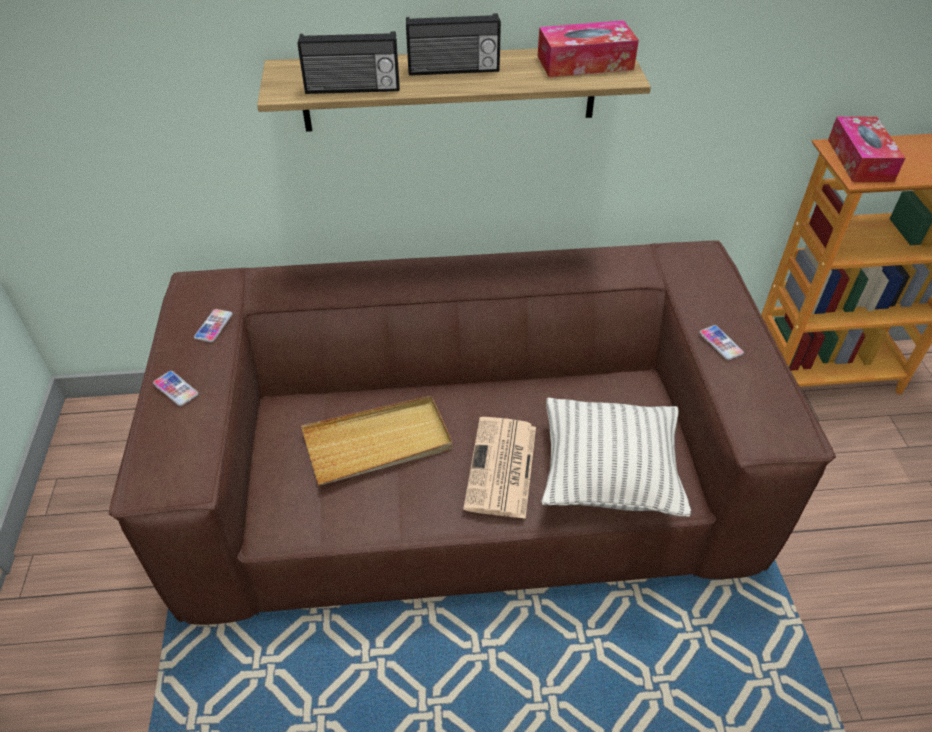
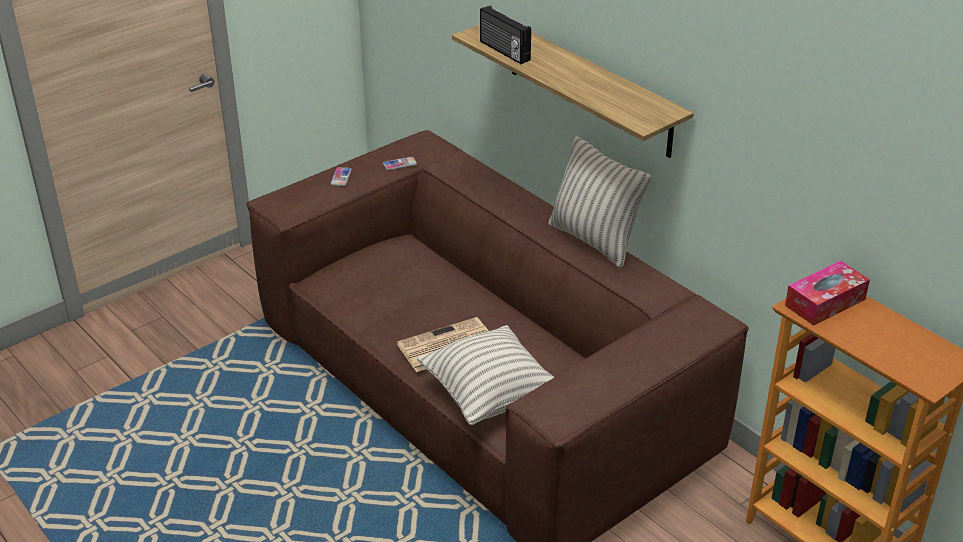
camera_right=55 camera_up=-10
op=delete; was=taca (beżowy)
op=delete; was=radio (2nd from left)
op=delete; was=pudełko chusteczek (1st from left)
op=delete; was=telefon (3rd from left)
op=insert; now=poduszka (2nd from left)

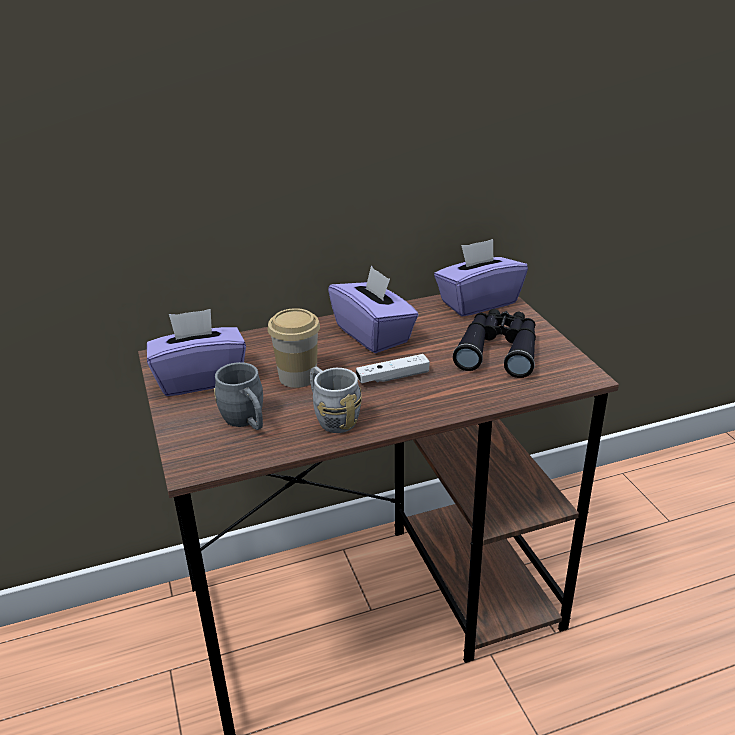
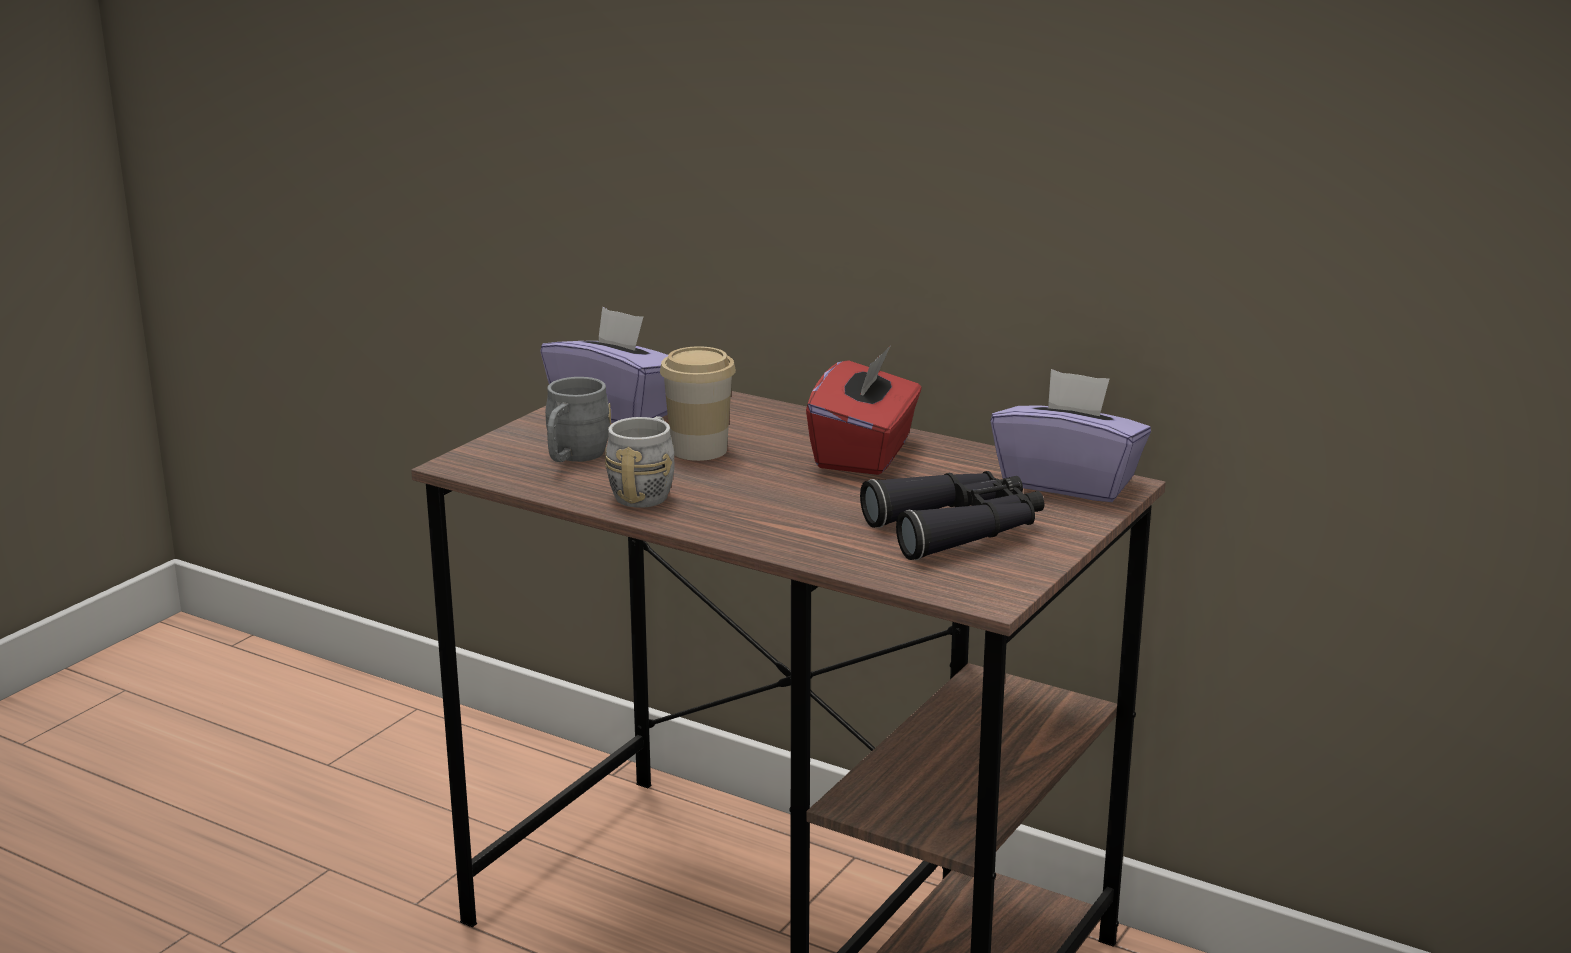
camera_right=50 camera_up=-10
op=recolor; was=pudełko chusteczek (fioletowy) (2nd from left); now=pudełko chusteczek (czerwony)
op=delete; was=pad do gier (biały)

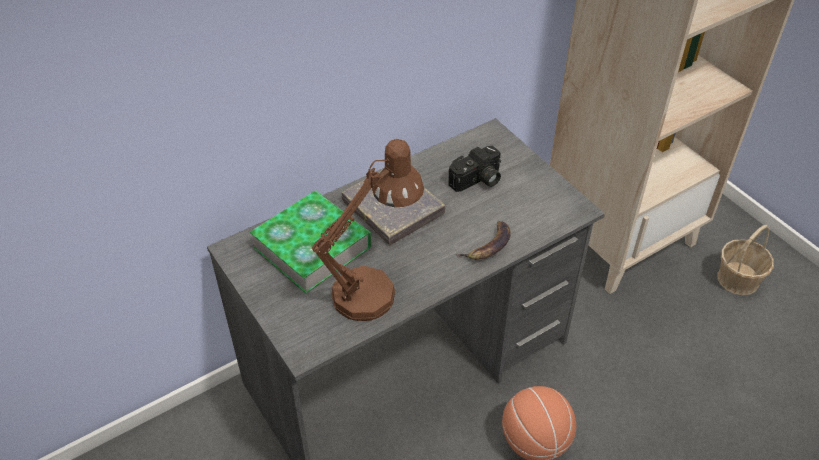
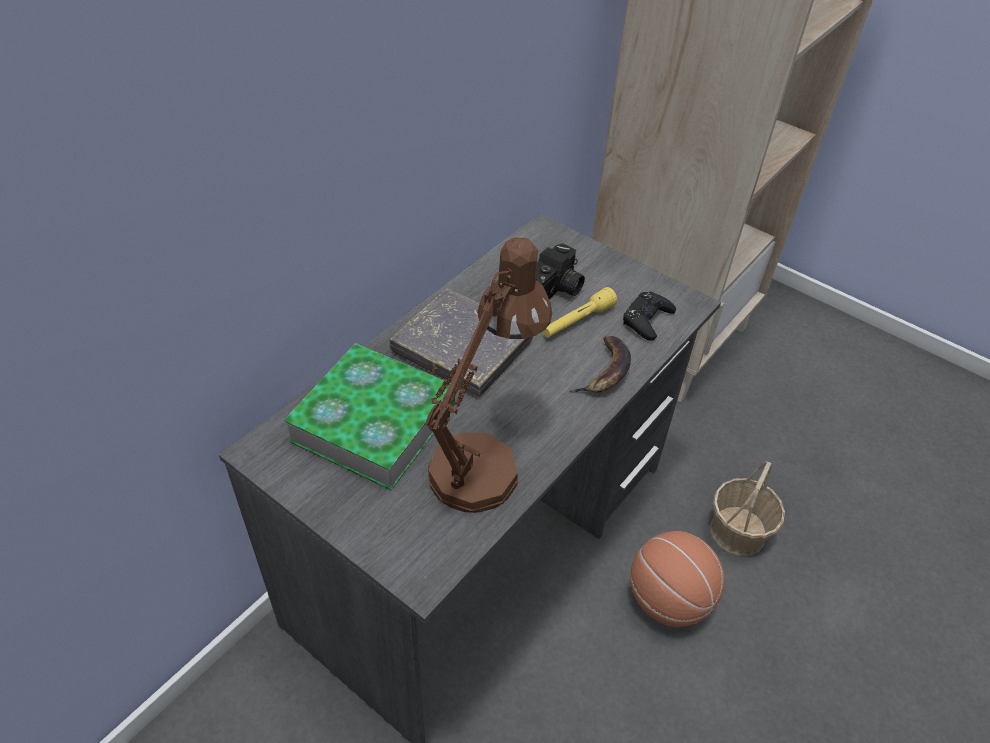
camera_right=-20 camera_up=0
op=move; was=koszyk
op=insert; now=latarka (żółty)
op=insert; now=pad do gier (czarny)

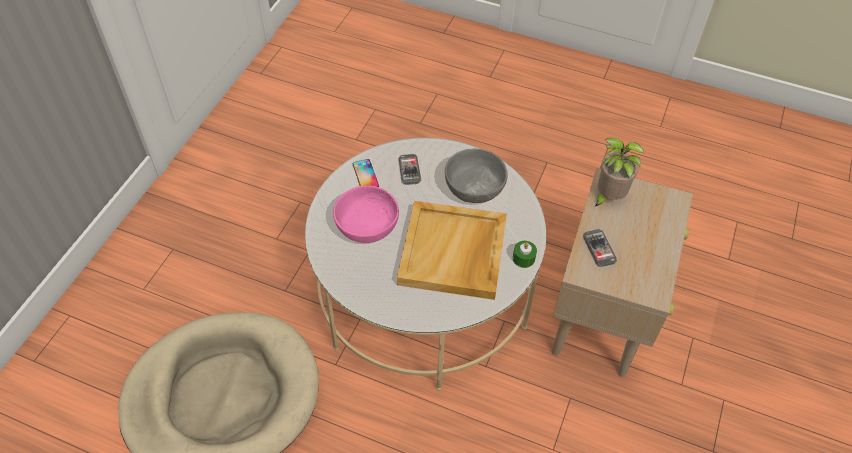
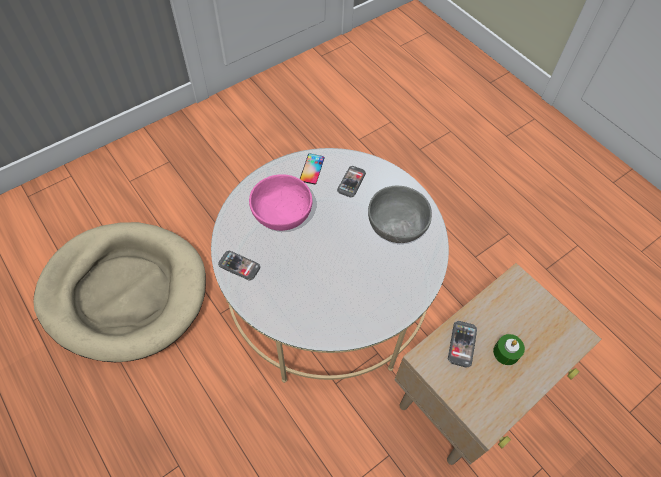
camera_right=30 camera_up=5
op=delete; was=taca (beżowy)
op=move; was=świeca (zielony)
op=delete; was=roślina doniczkowa
op=insert; now=telefon (1st from left)

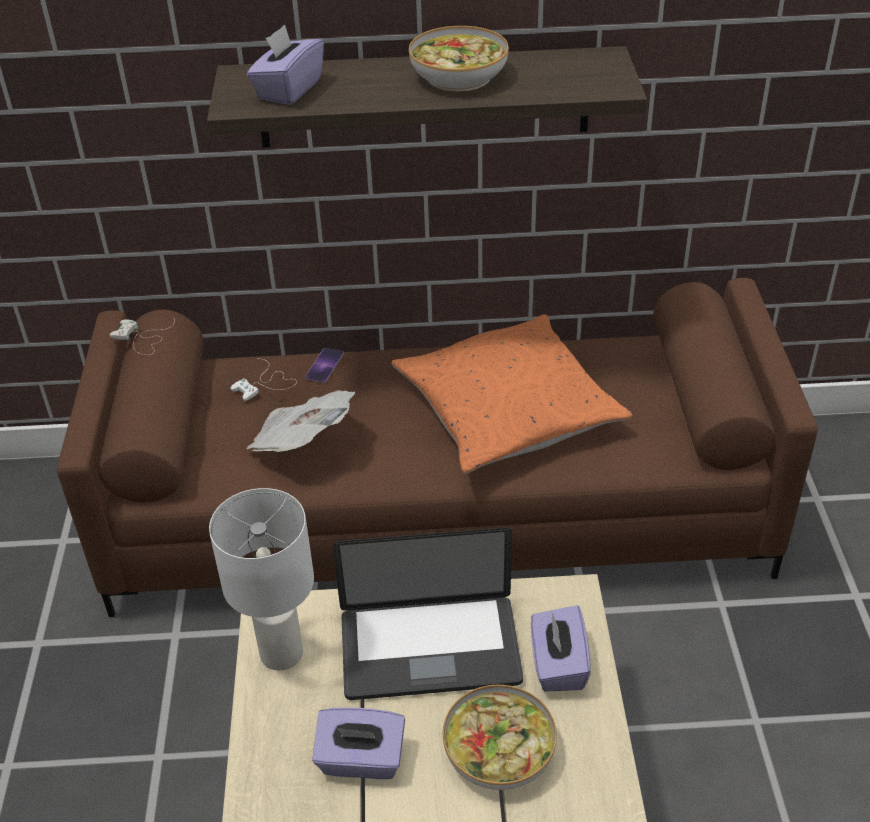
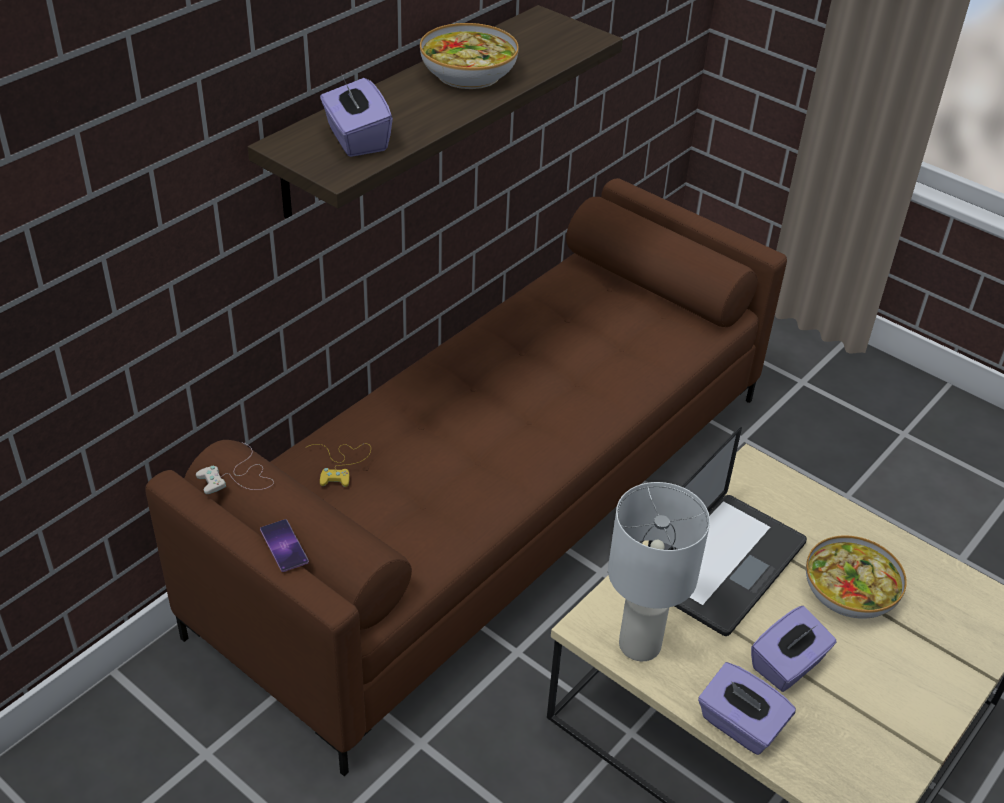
camera_right=-50 camera_up=0
op=recolor; was=pad do gier (biały) (2nd from left); now=pad do gier (żółty)
op=delete; was=gazeta
op=move; was=telefon
op=delete; was=poduszka (pomarańczowy)
op=move; was=pudełko chusteczek (fioletowy) (3rd from left in the first image); now=pudełko chusteczek (fioletowy) (2nd from left)

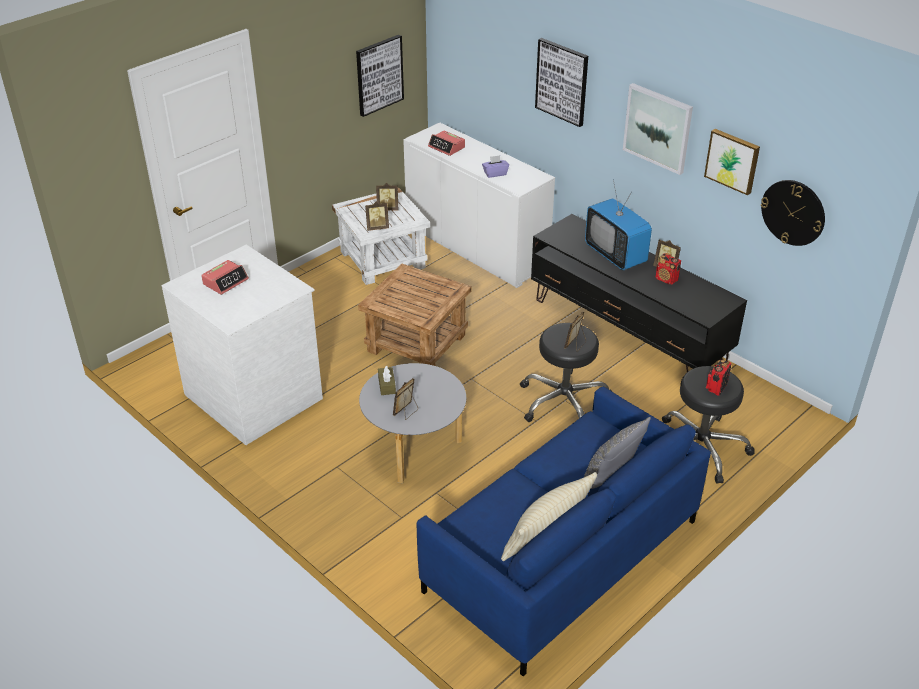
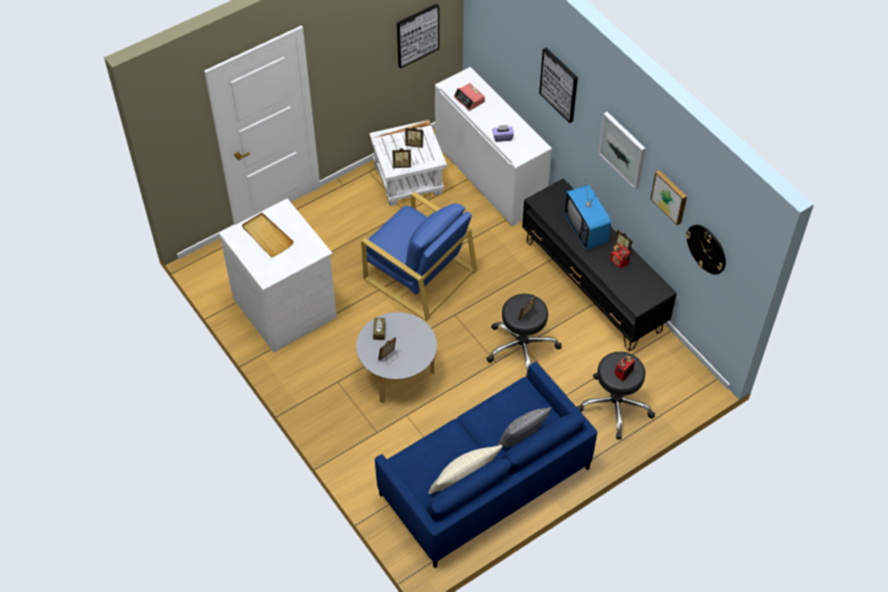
camera_right=10 camera_up=15
op=replace; was=budzik (1st from left); now=taca (beżowy)
op=replace; was=stolik (brązowy); now=fotel (niebieski)

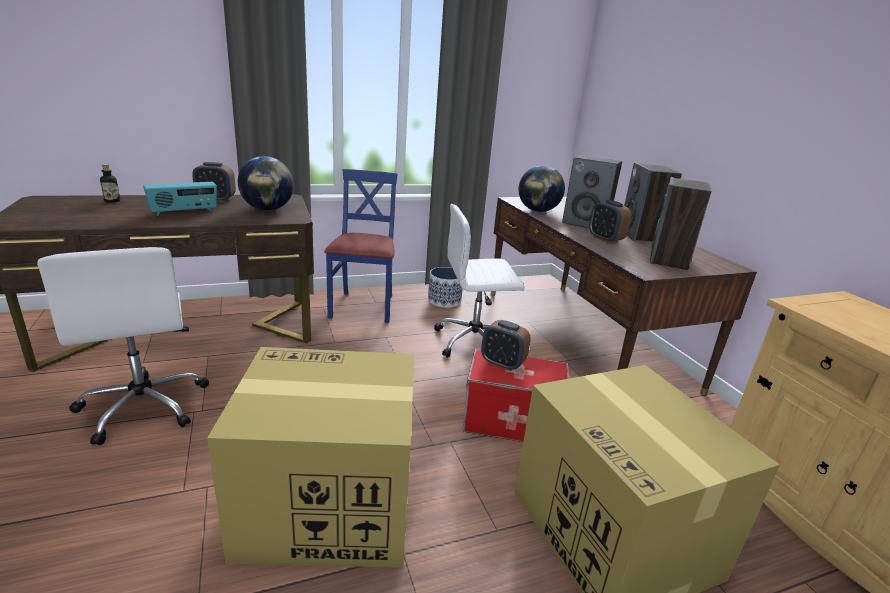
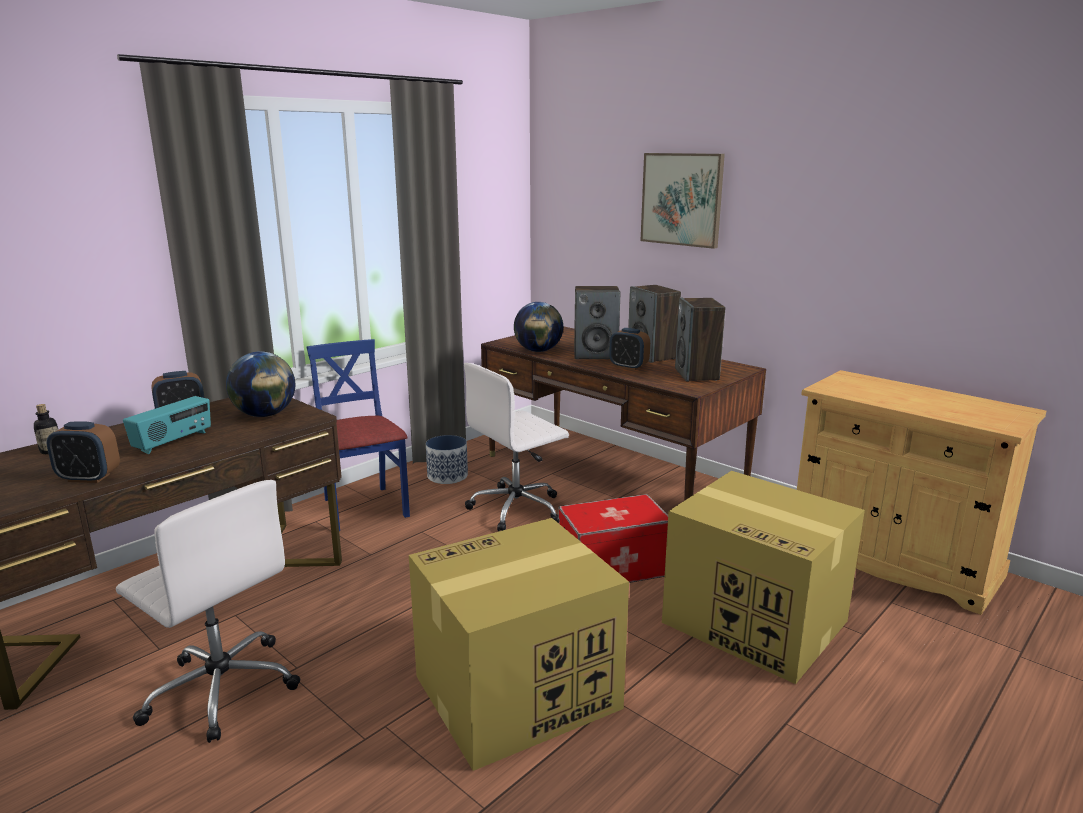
camera_right=-25 camera_up=-5
op=move; was=budzik (2nd from left in the first image); now=budzik (1st from left)
op=insert; now=obraz

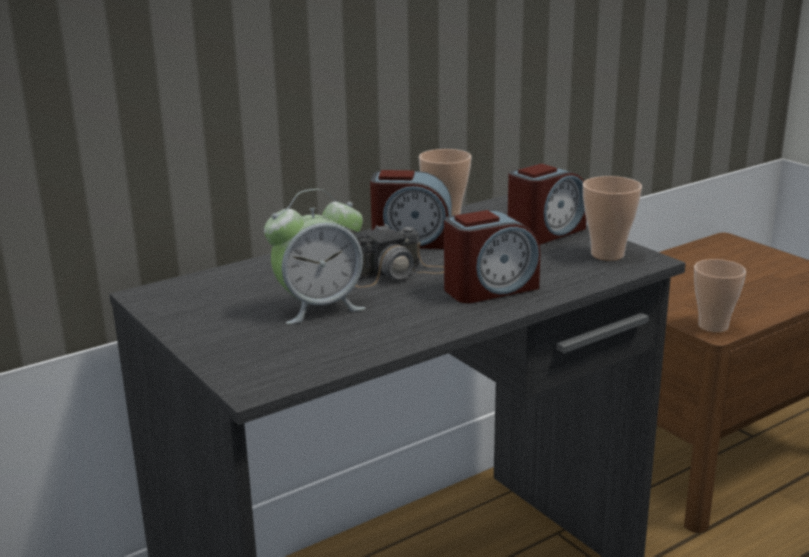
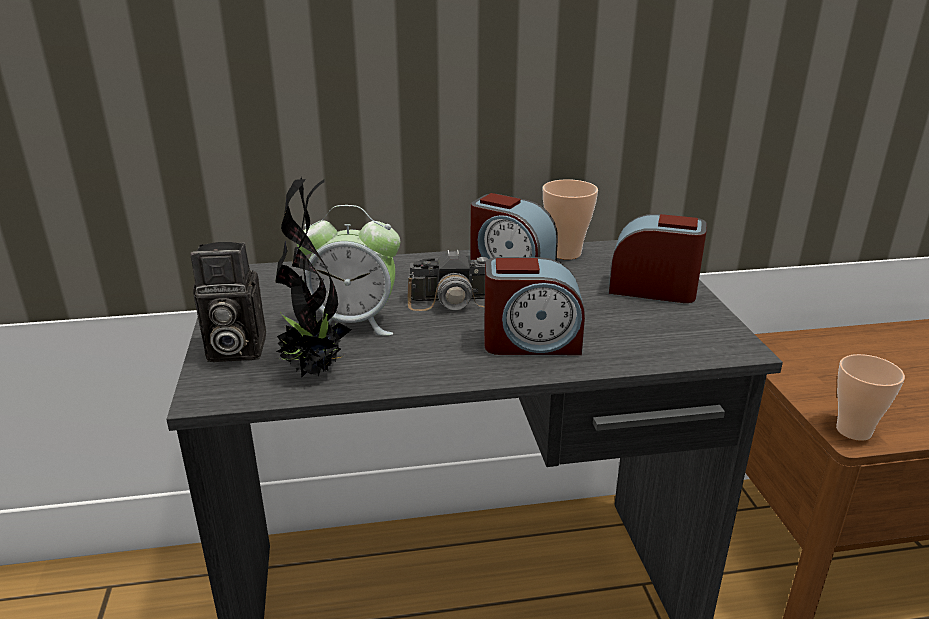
camera_right=25 camera_up=5
op=rotate; was=budzik (4th from left); clockwise=-150
op=delete; was=filiżanka (2nd from left)
op=insert; now=aparat fotograficzny (1st from left)
op=insert; now=roślina doniczkowa

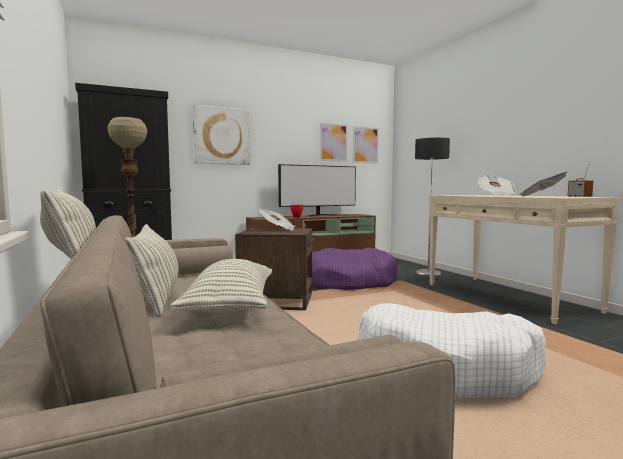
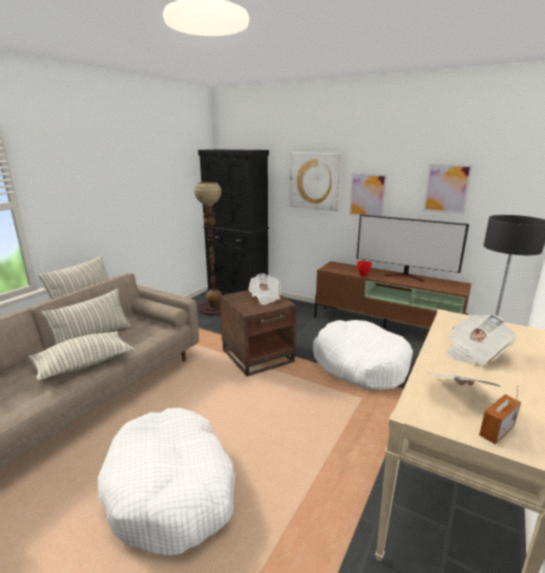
camera_right=55 camera_up=15
op=recolor; was=legowisko (fioletowy); now=legowisko (biały) (2nd from left)
op=move; was=obraz (3rd from left in the first image); now=obraz (2nd from left)

